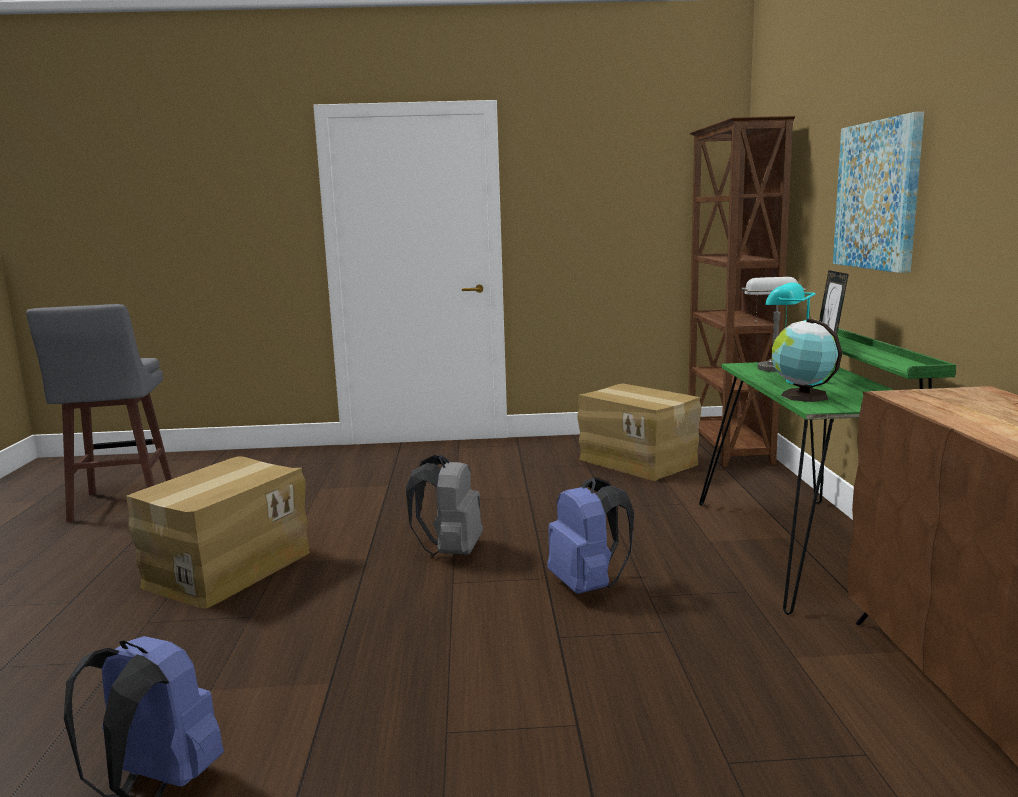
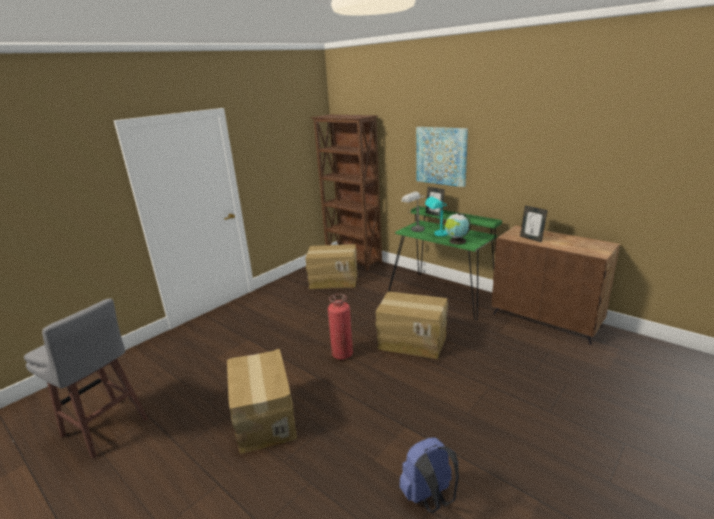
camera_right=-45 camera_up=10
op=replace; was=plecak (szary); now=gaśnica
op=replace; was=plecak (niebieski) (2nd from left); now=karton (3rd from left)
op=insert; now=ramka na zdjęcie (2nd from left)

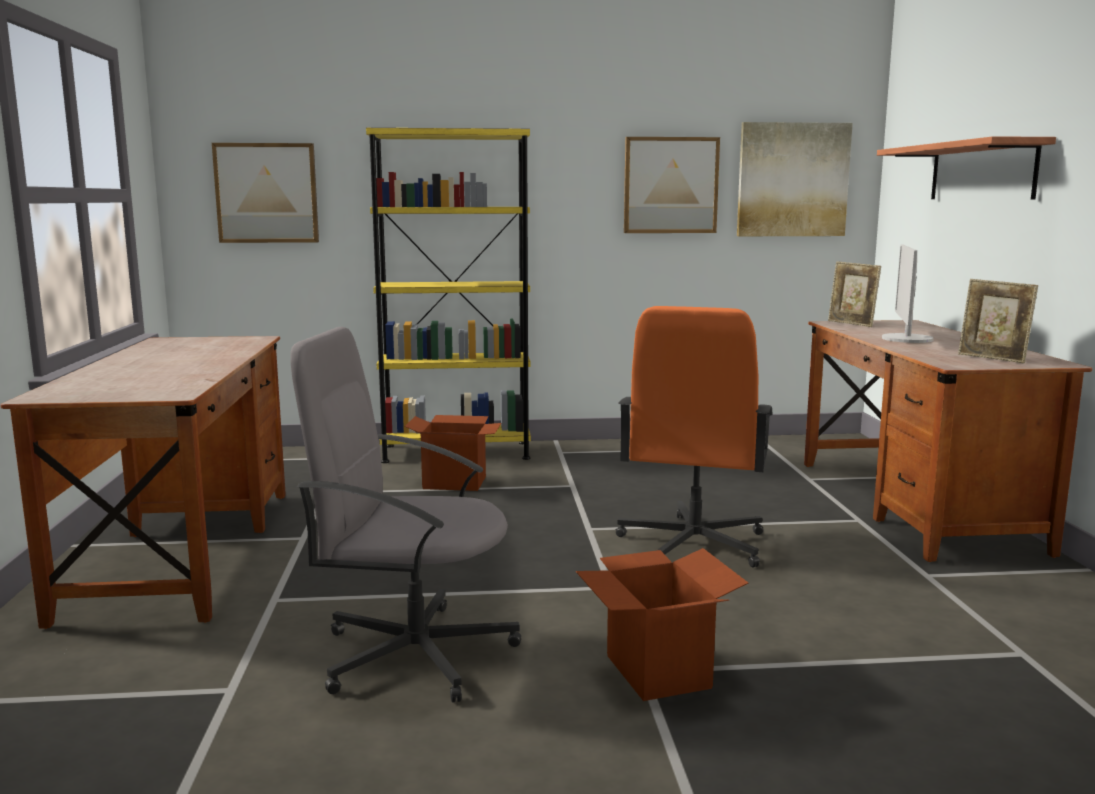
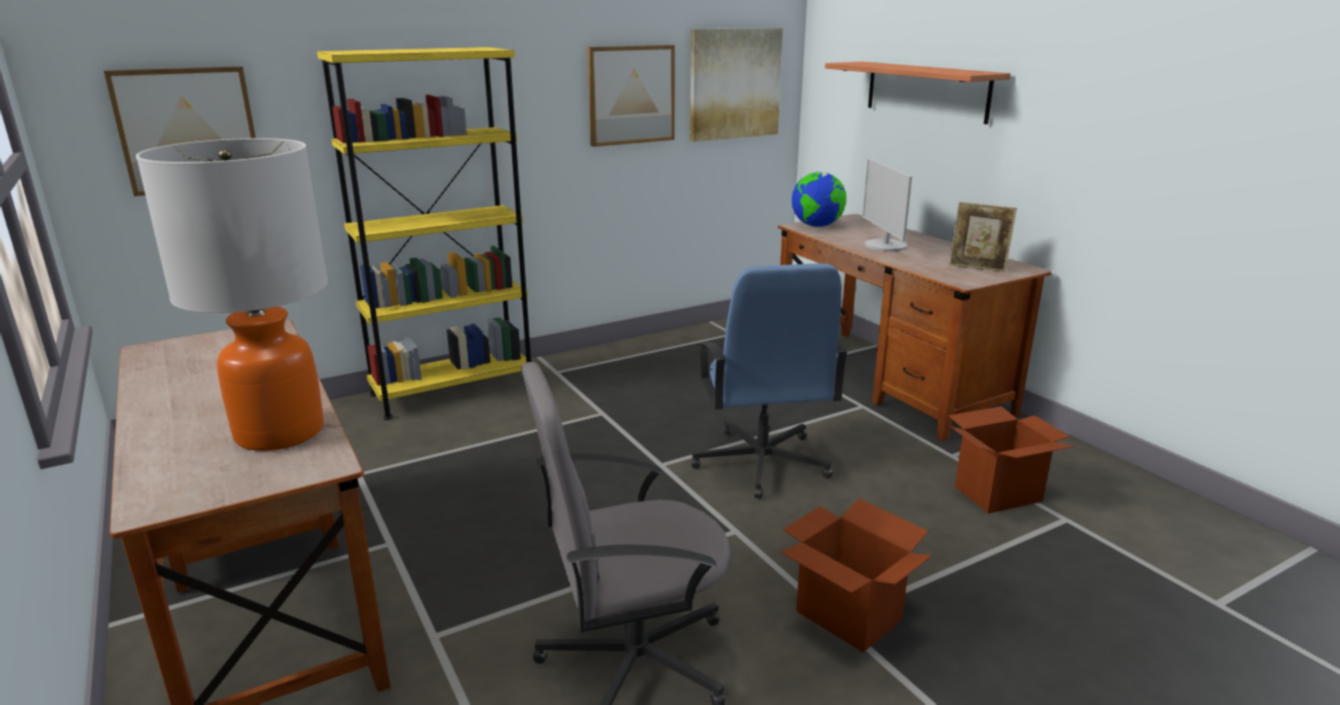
camera_right=-25 camera_up=10
op=move; was=karton (1st from left in the first image); now=karton (2nd from left)
op=recolor; was=krzesło biurowe (pomarańczowy); now=krzesło biurowe (niebieski)
op=replace; was=ramka na zdjęcie (1st from left); now=globus
op=insert; now=lampa stołowa

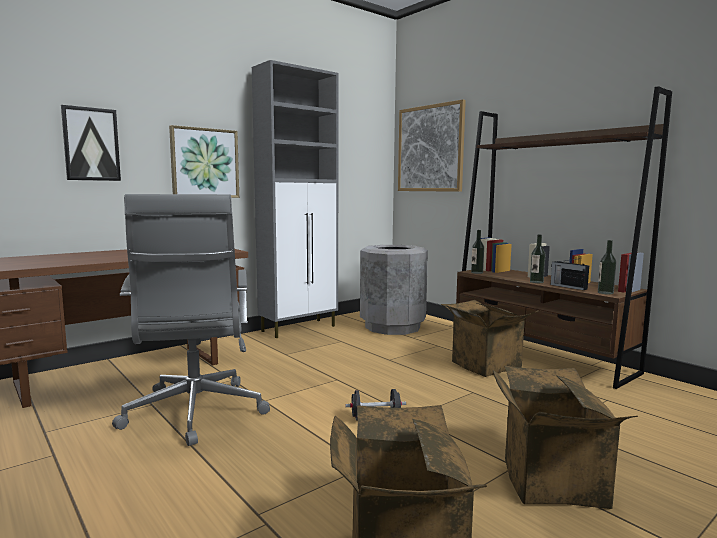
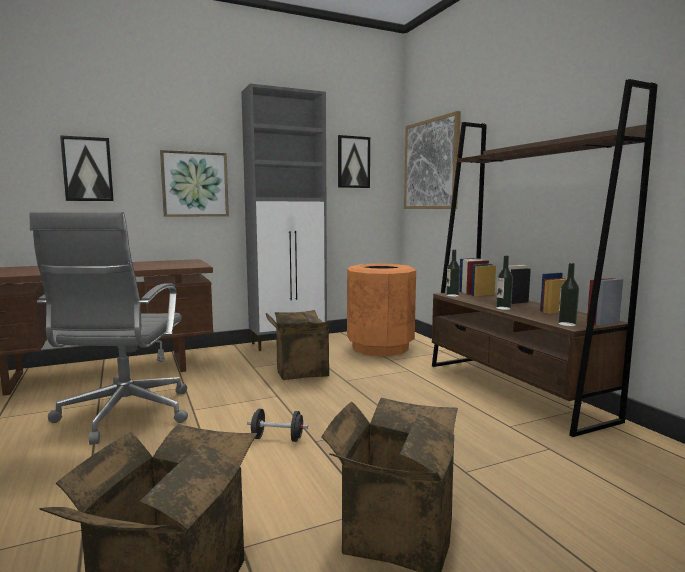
camera_right=15 camera_up=0
op=recolor; was=kosz na śmieci (szary); now=kosz na śmieci (pomarańczowy)
op=move; was=karton (2nd from left)
op=delete; was=radio
op=insert; now=obraz (3rd from left)

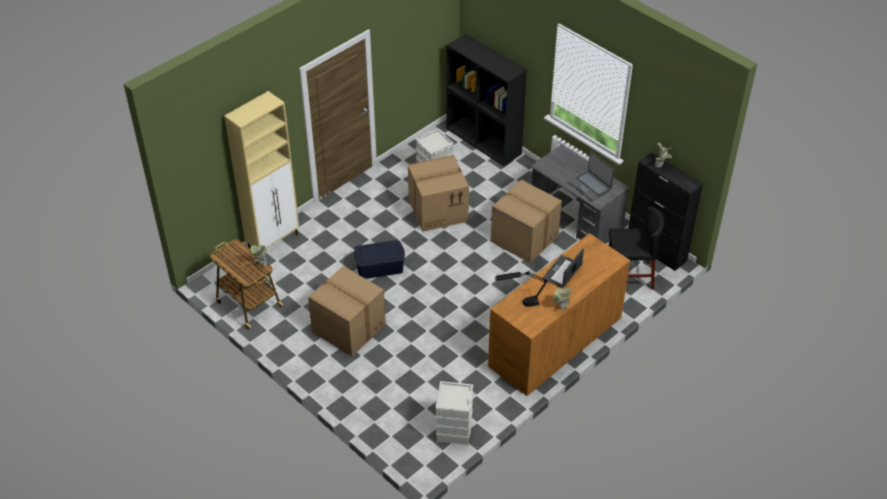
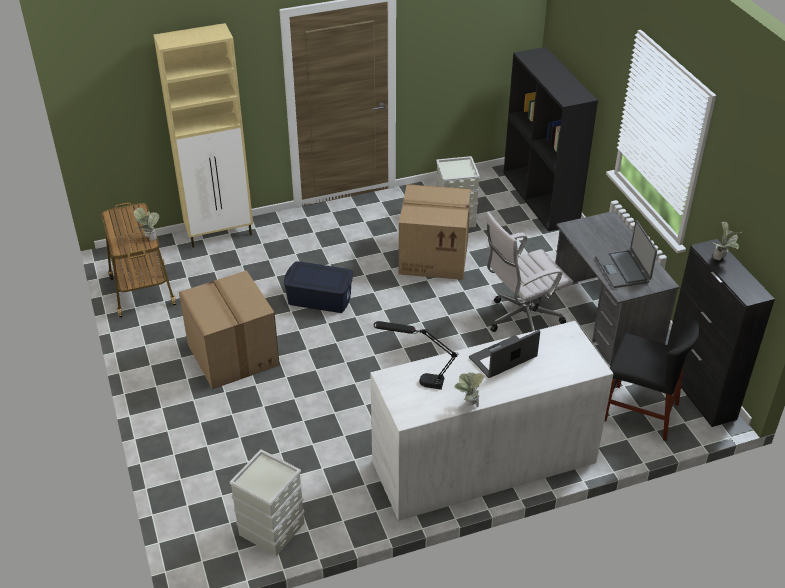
camera_right=25 camera_up=-5
op=recolor; was=komoda (brązowy); now=komoda (biały)
op=replace; was=karton (3rd from left); now=krzesło biurowe (biały)

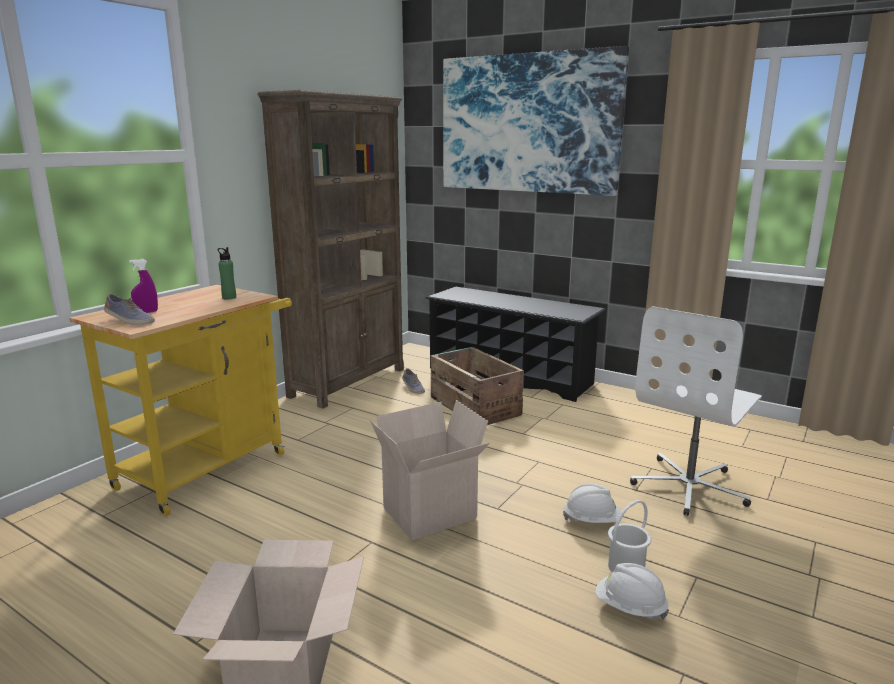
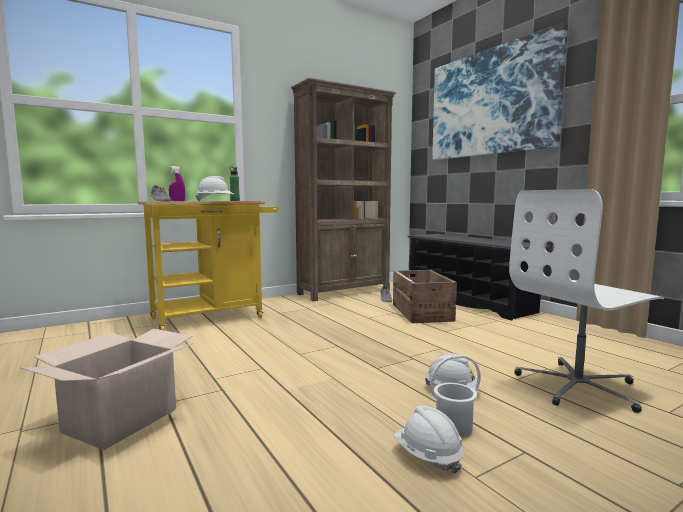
camera_right=25 camera_up=-10
op=delete; was=karton (2nd from left)
op=insert; now=kask (biały) (1st from left)

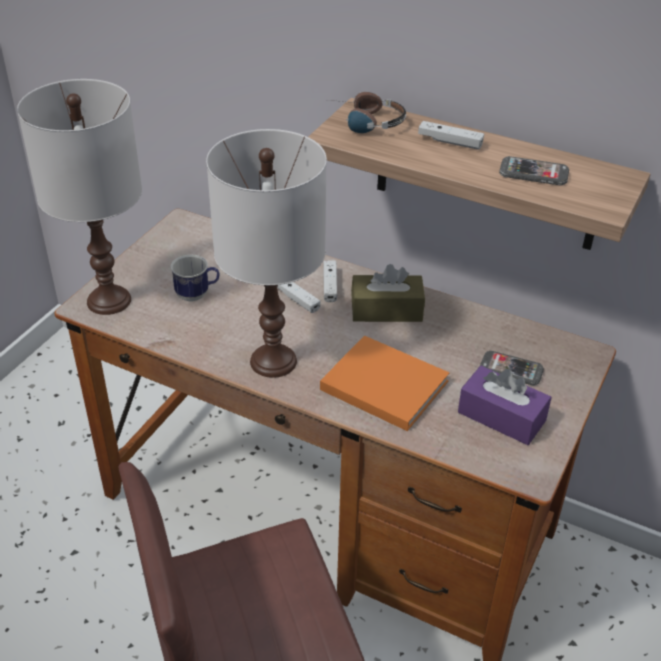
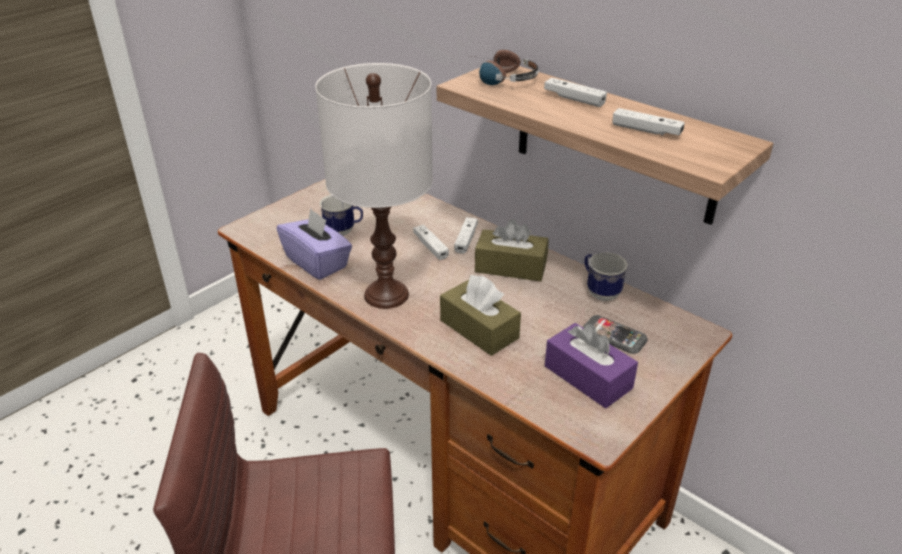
camera_right=15 camera_up=-5
op=delete; was=lampa stołowa (biały) (1st from left)
op=replace; was=książka (pomarańczowy); now=pudełko chusteczek (brązowy) (1st from left)
op=replace; was=telefon (2nd from left); now=pad do gier (biały) (4th from left)
op=insert; now=pudełko chusteczek (fioletowy) (1st from left)
op=insert; now=kubek (2nd from left)

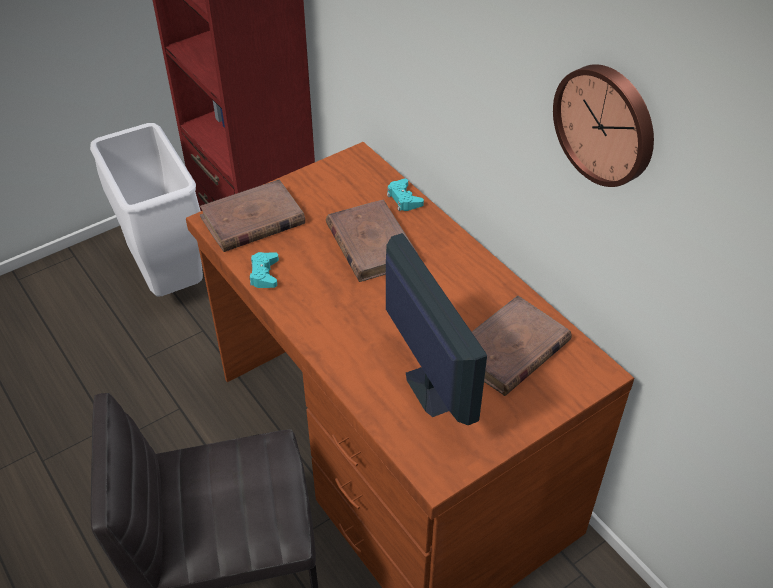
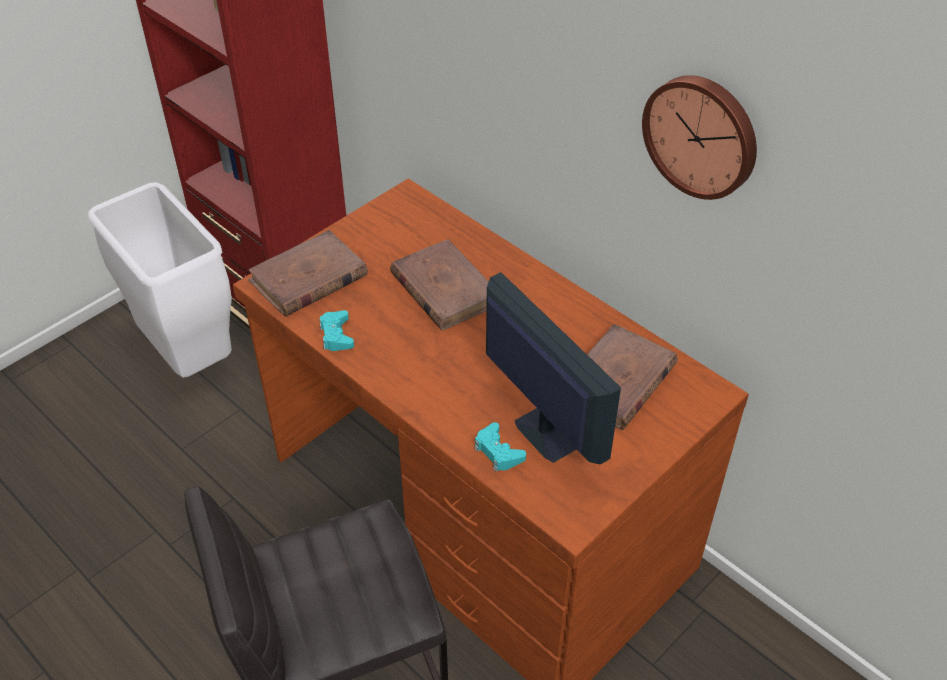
camera_right=-10 camera_up=0
op=move; was=pad do gier (turkusowy) (2nd from left)

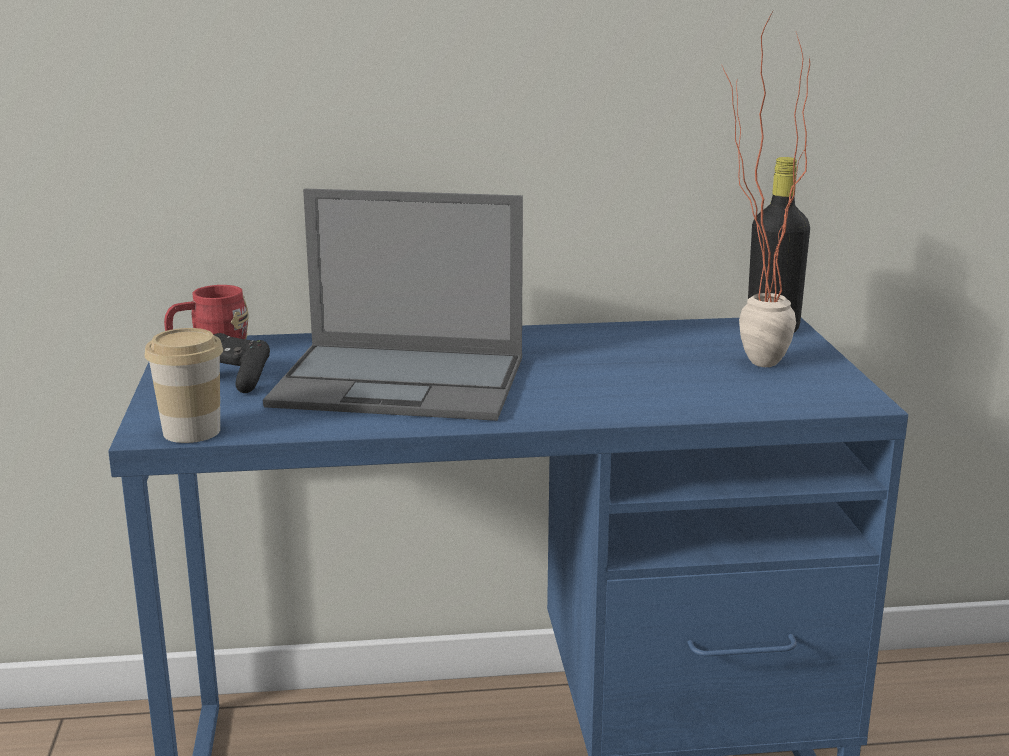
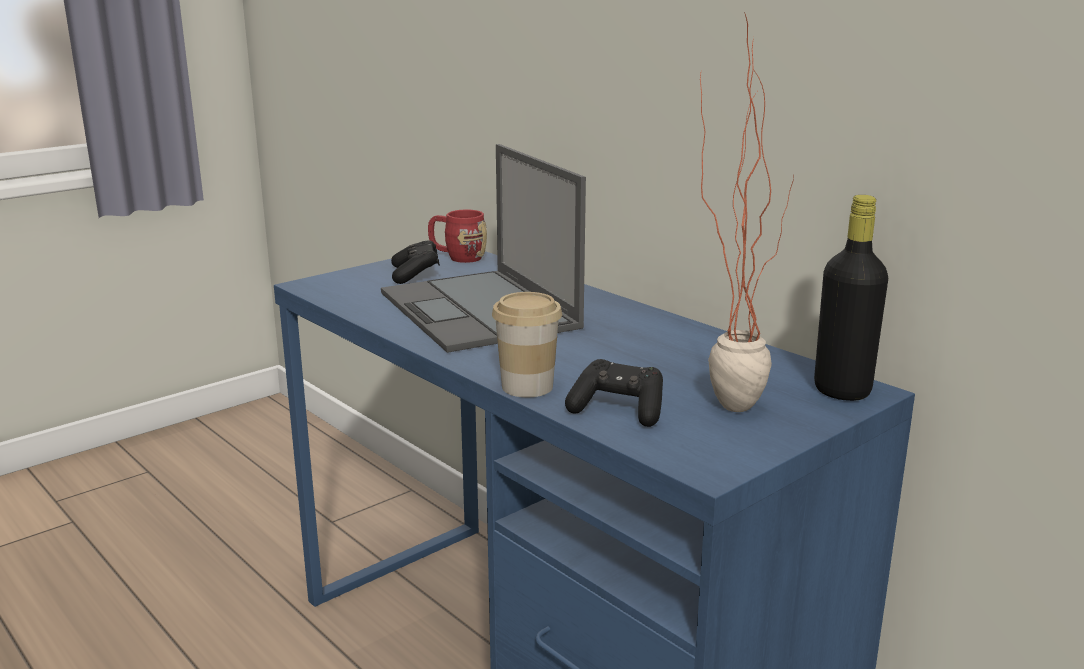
camera_right=55 camera_up=0
op=move; was=filiżanka
op=insert; now=pad do gier (czarny) (2nd from left)

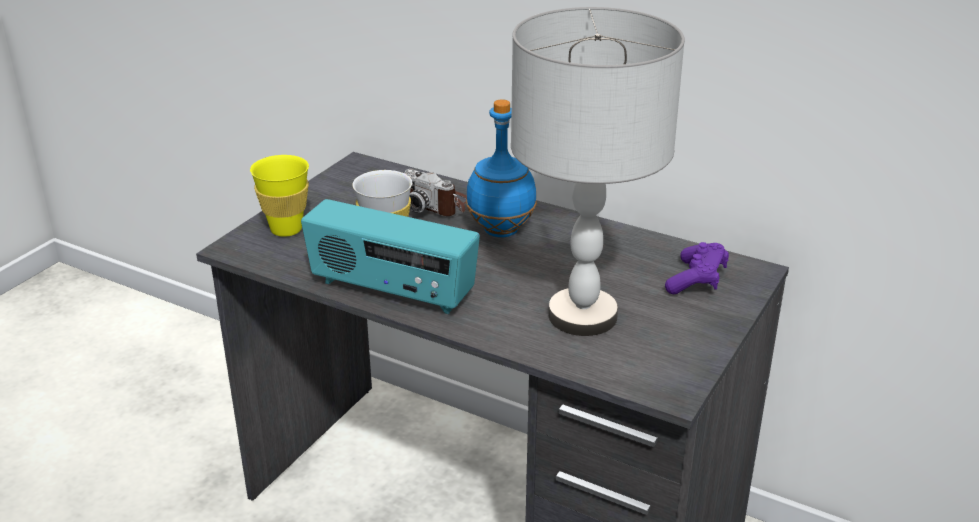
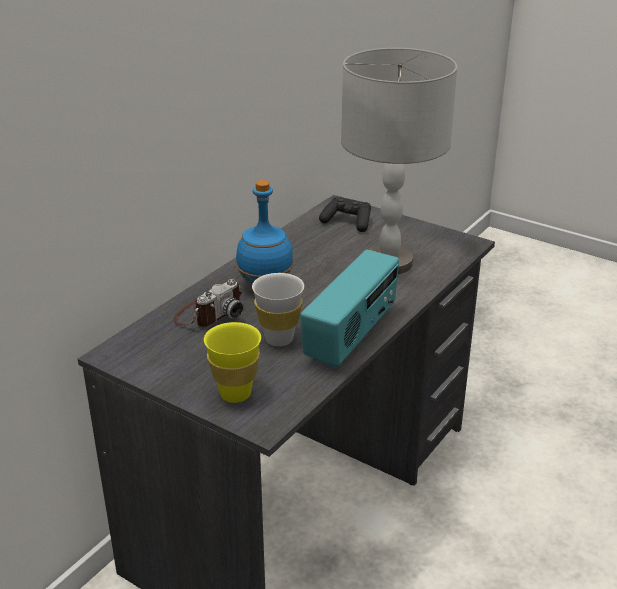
camera_right=-85 camera_up=0
op=recolor; was=pad do gier (fioletowy); now=pad do gier (czarny)

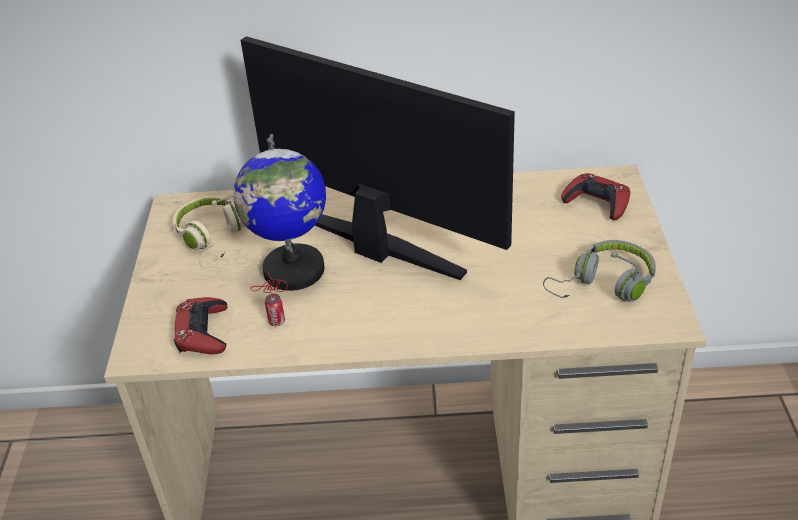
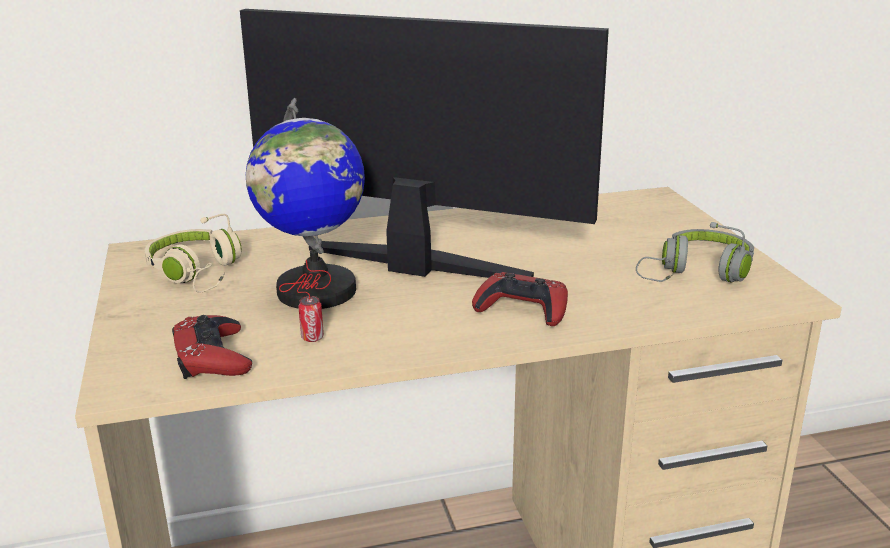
camera_right=-15 camera_up=-15
op=move; was=pad do gier (czerwony) (2nd from left)

